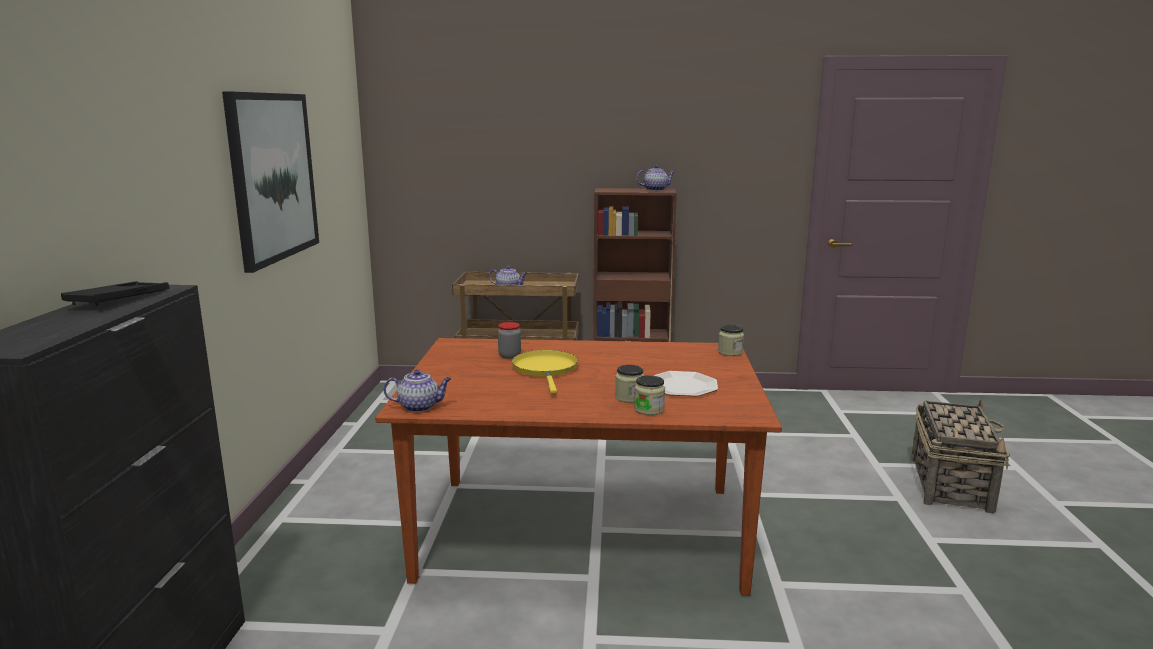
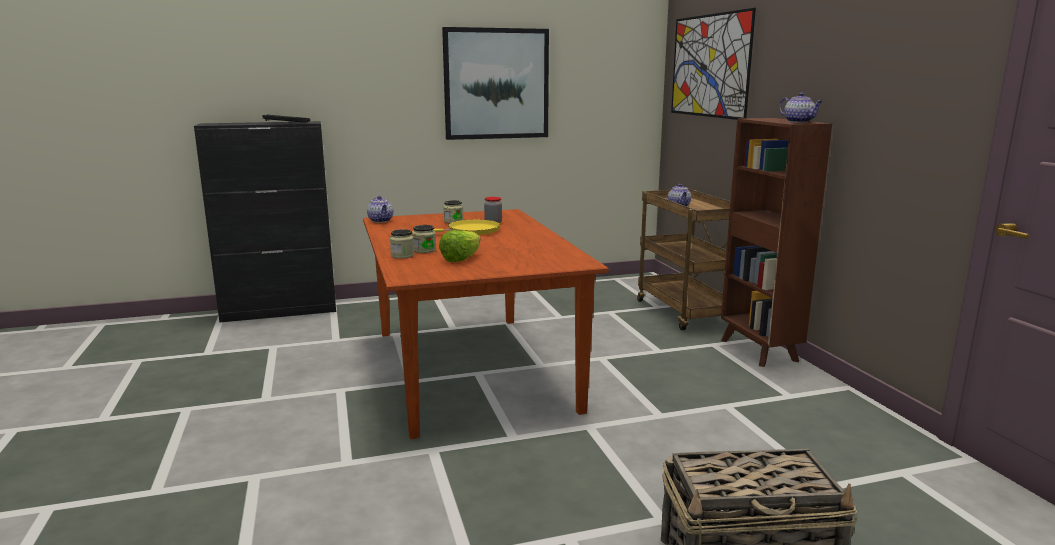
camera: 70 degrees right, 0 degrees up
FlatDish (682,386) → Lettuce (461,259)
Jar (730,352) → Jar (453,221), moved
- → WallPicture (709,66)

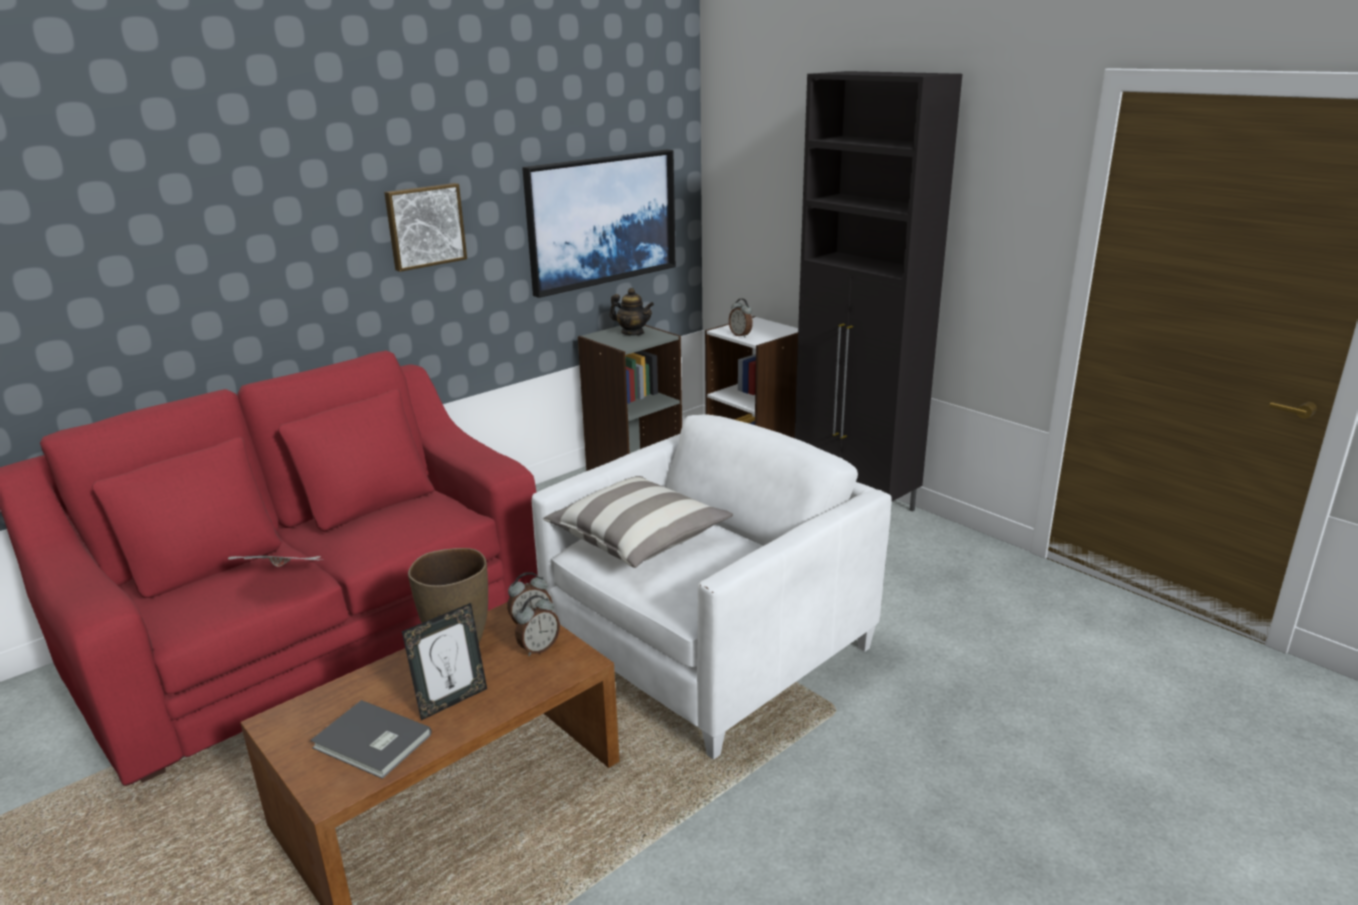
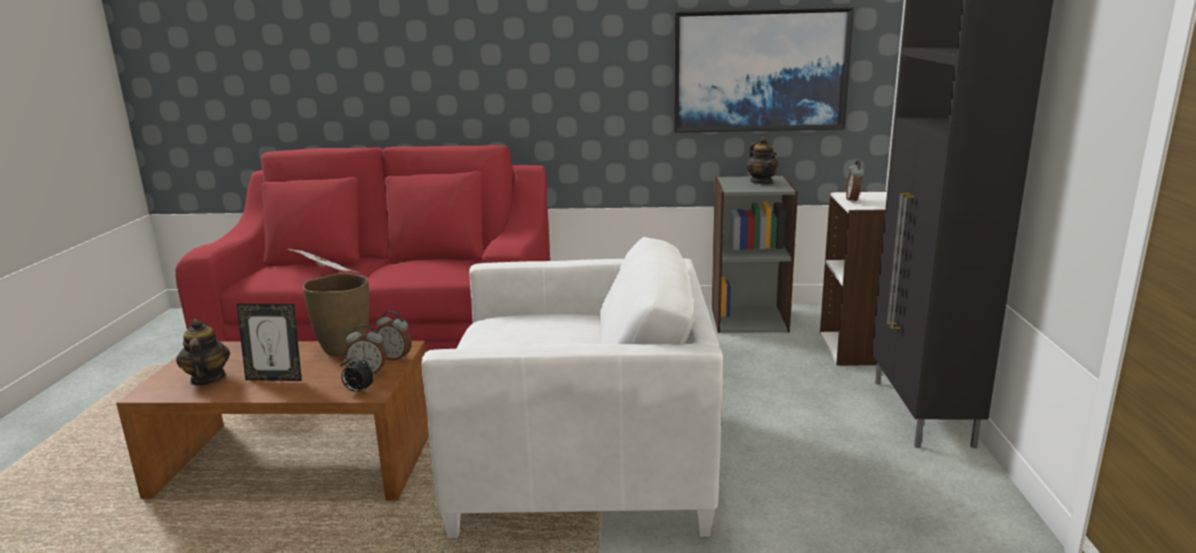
camera: 45 degrees right, 5 degrees down
GreyishVolume (371,743) → Teapot (207,379)
- → BedsideClock (358,391)
WallPicture (425,226) → -
ThrowPillow (637,539) → -

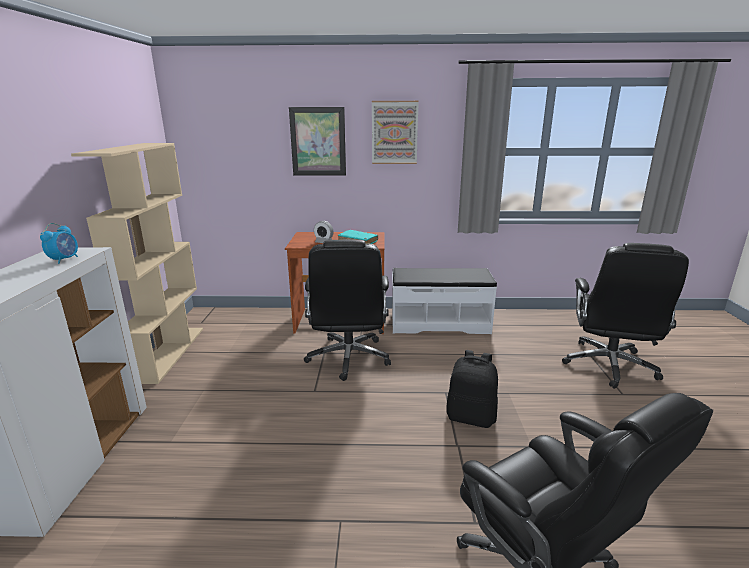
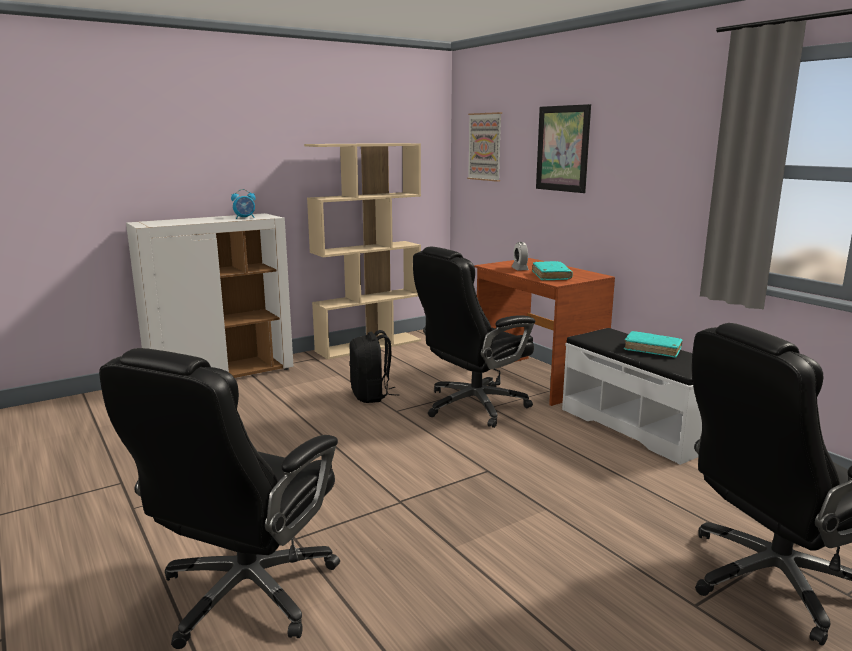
camera: 55 degrees right, 5 degrees down
BlackColouredRucksack (471,417) → BlackColouredRucksack (371,396), moved
WallPicture (394,132) → WallPicture (485,147), moved
- → BlueGreenVolume (652,350)

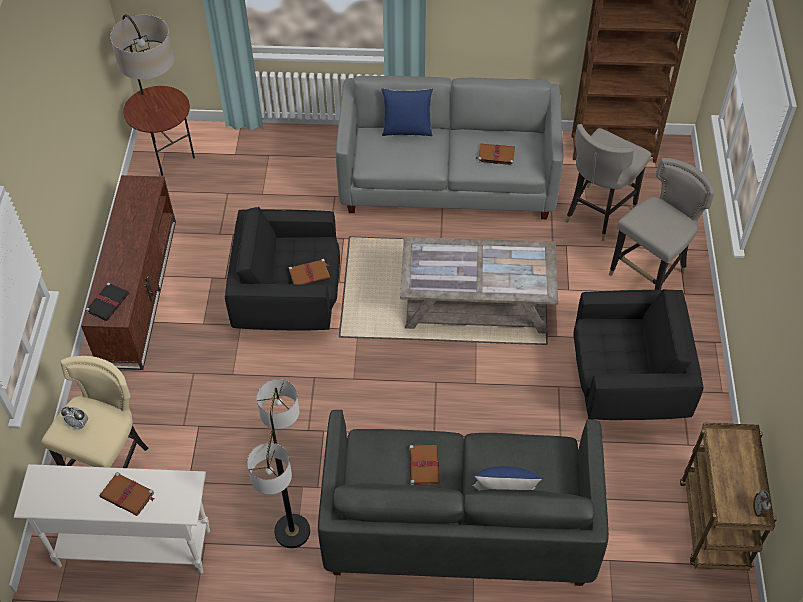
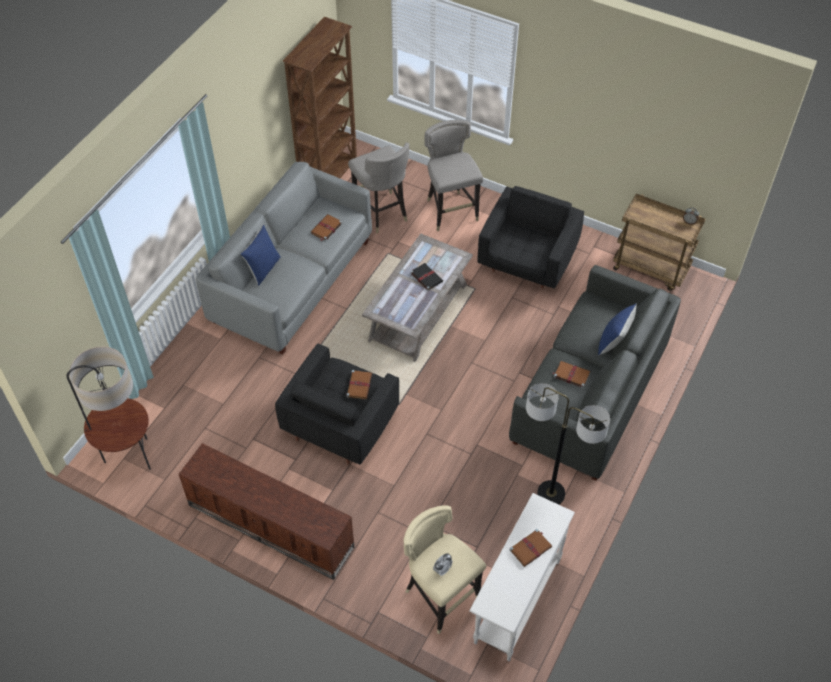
camera: 65 degrees left, 0 degrees up
BlackColouredVolume (108,302) → BlackColouredVolume (426,277), moved

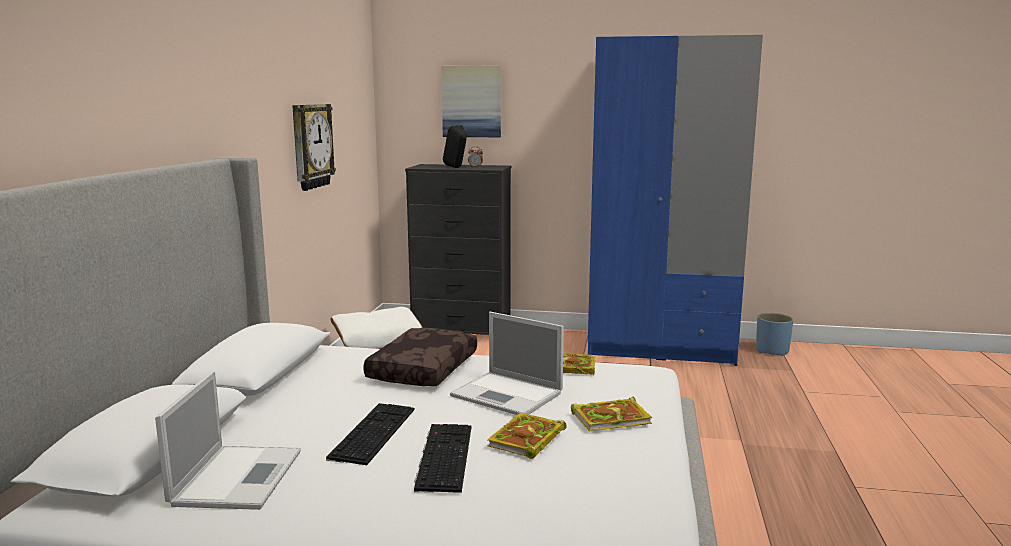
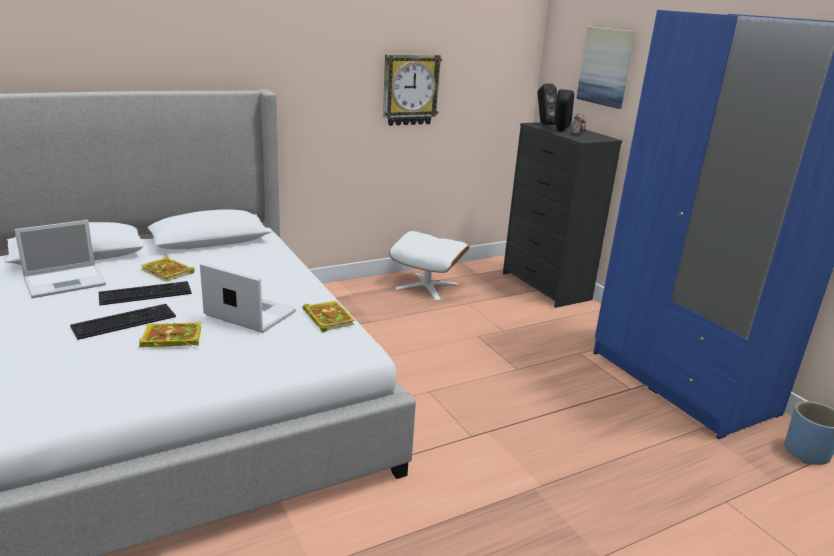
camera: 50 degrees right, 10 degrees up
Volume (612,418) → Volume (168,272), moved
NotebookComputer (508,395) → NotebookComputer (248,313), 120 degrees clockwise
- → BlackColouredLoudspeaker (544,124)
BrownThrowPillow (422,369) → -

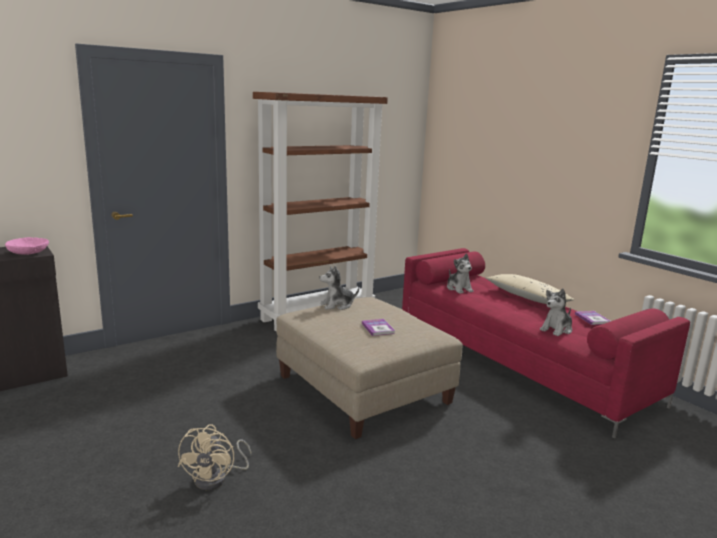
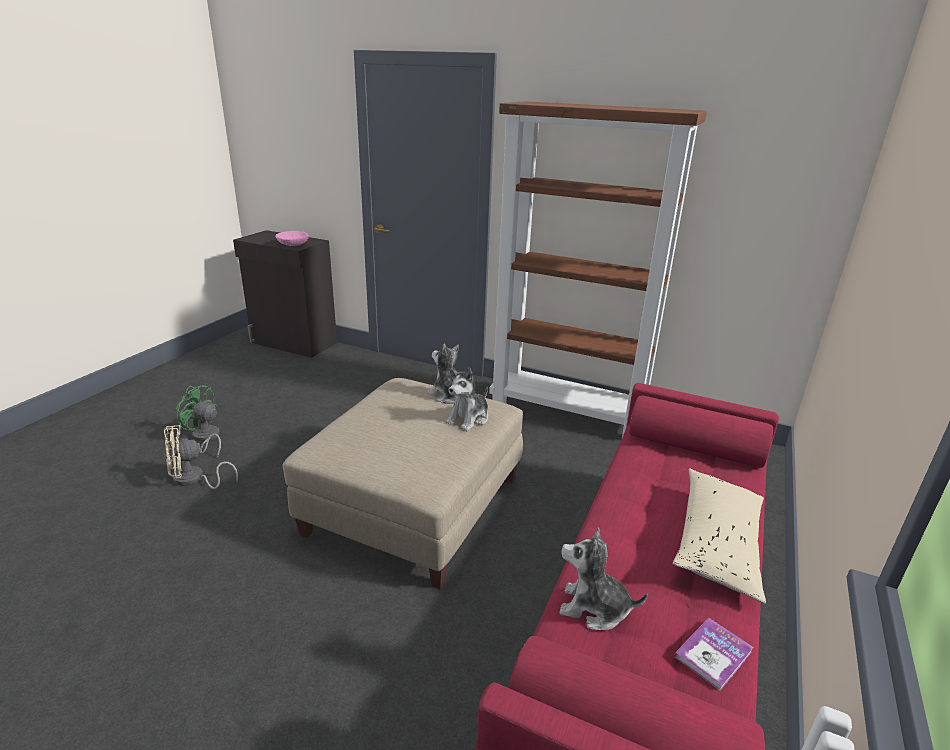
camera: 60 degrees right, 10 degrees up
- → GreenCoolingFan (206,438)
PlushToy (459,289) → PlushToy (469,419), moved
Volume (378,328) → -

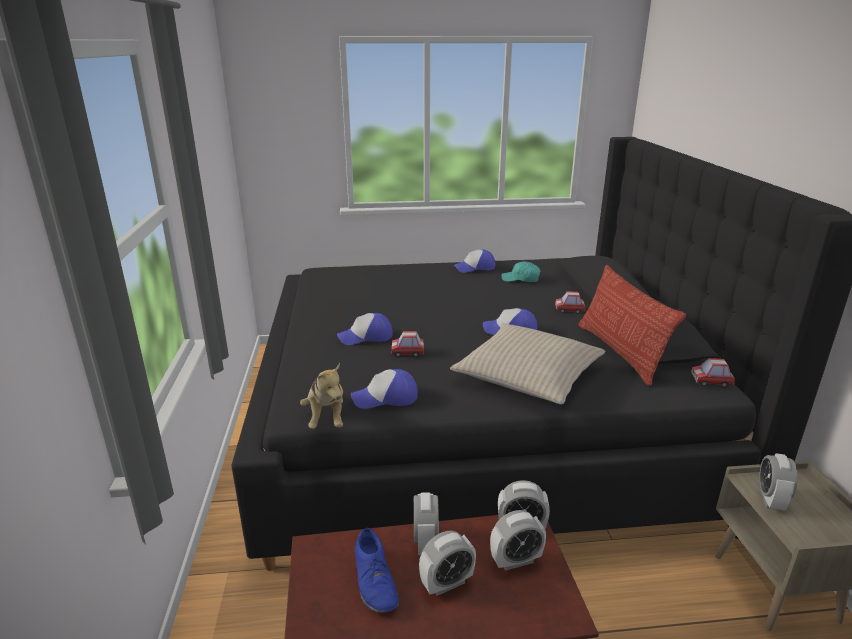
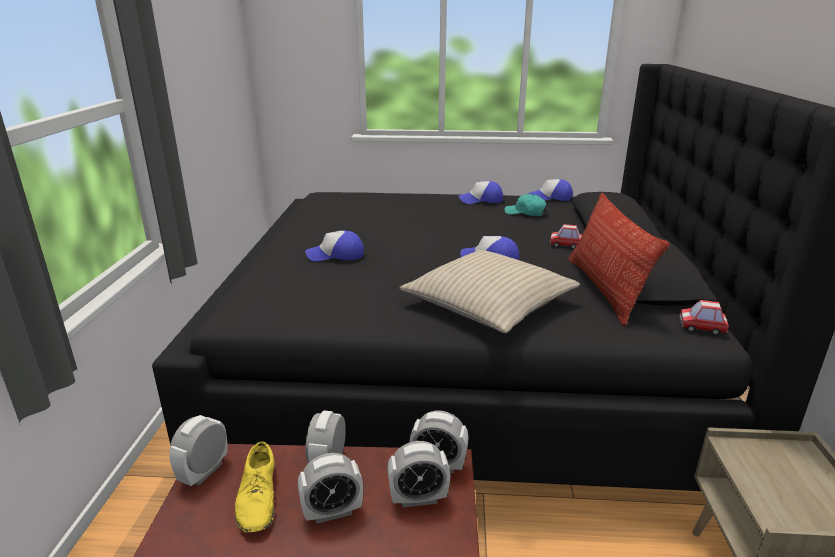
camera: 10 degrees right, 0 degrees up
BedsideClock (770,499) → BedsideClock (204,472), moved
BlueShoe (375,580) → YellowShoe (258,498)
PeakedCap (385,398) → PeakedCap (550,198), moved
PlushToy (326,417) → -
ModelCar (407,352) → -

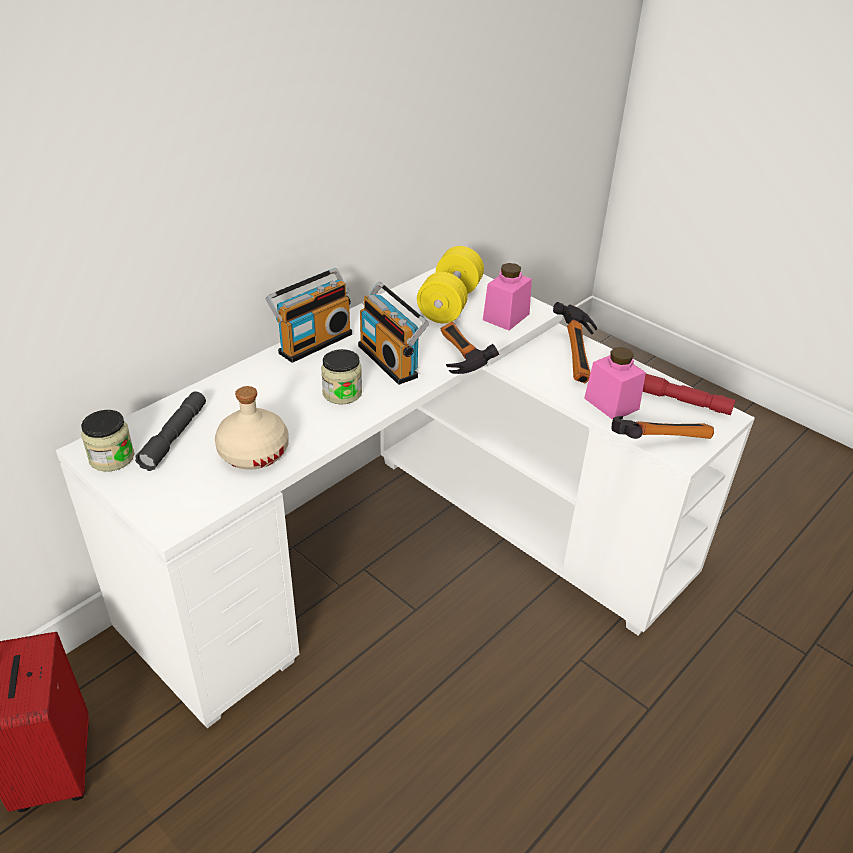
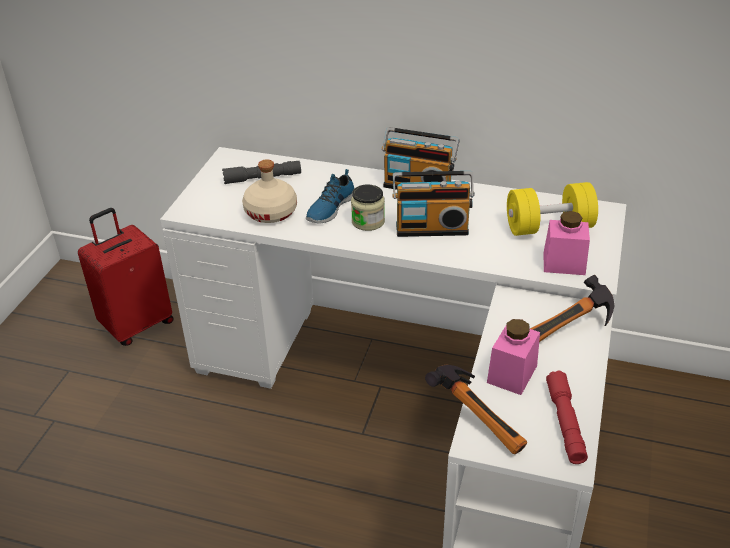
camera: 65 degrees right, 0 degrees up
- → Shoe (330,208)
RadioSet (391,360) → RadioSet (432,227), 120 degrees counterclockwise
Jar (112,458) → -
ToolHammer (456,361) → -

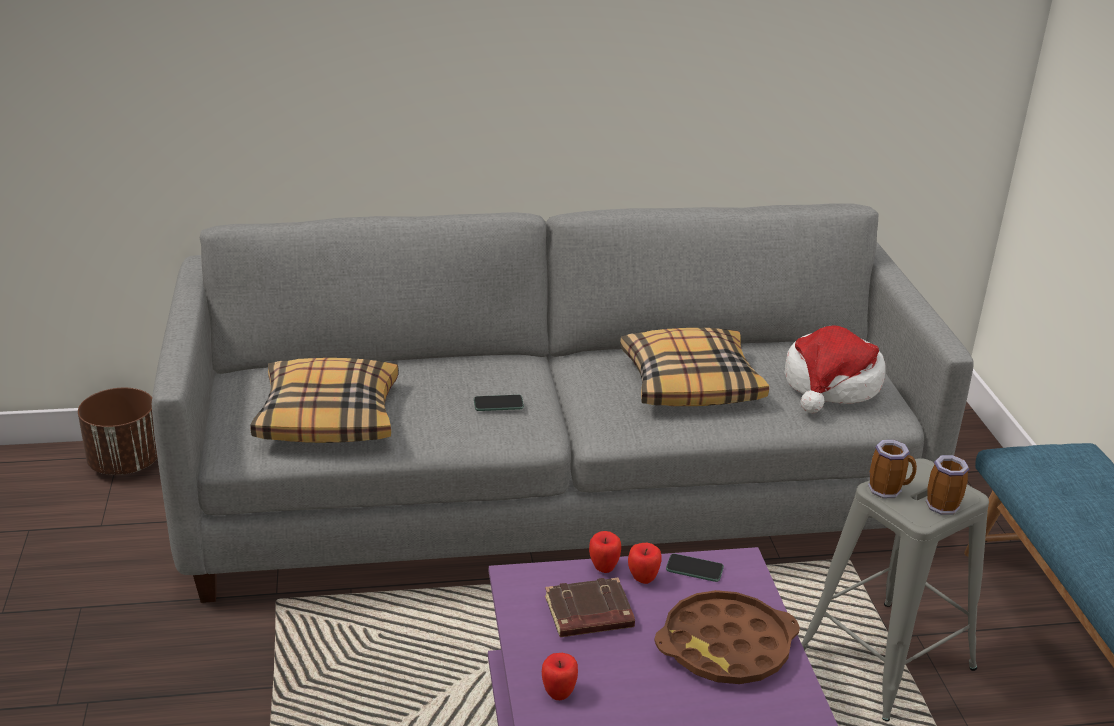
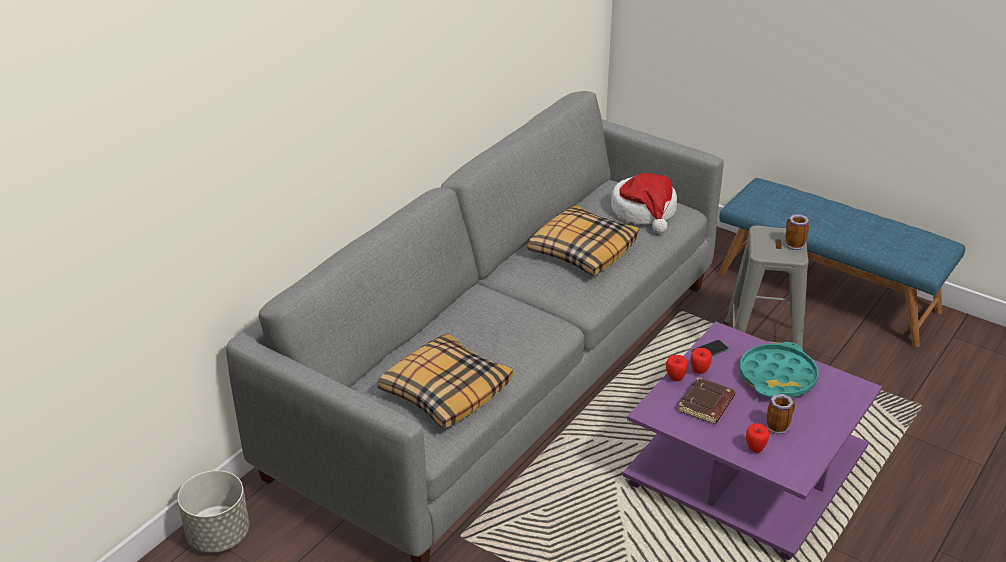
camera: 45 degrees left, 5 degrees up
BrownPlantPot (125,463) → GreyishPlantPot (218,535)
BrownCarryingTray (726,647) → BlueGreenCarryingTray (777,377)
TeaMug (888,490) → TeaMug (778,426), moved
Phone (498,404) → -

